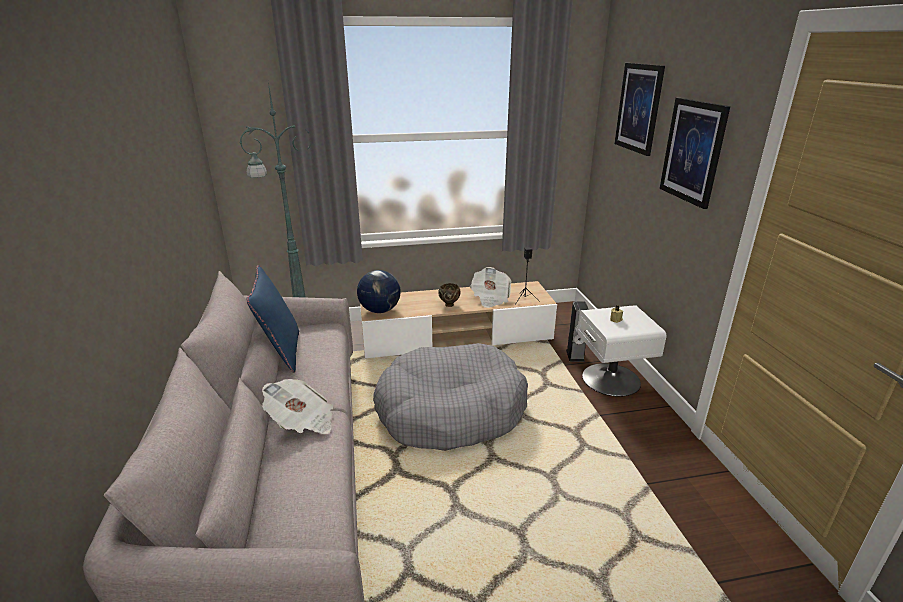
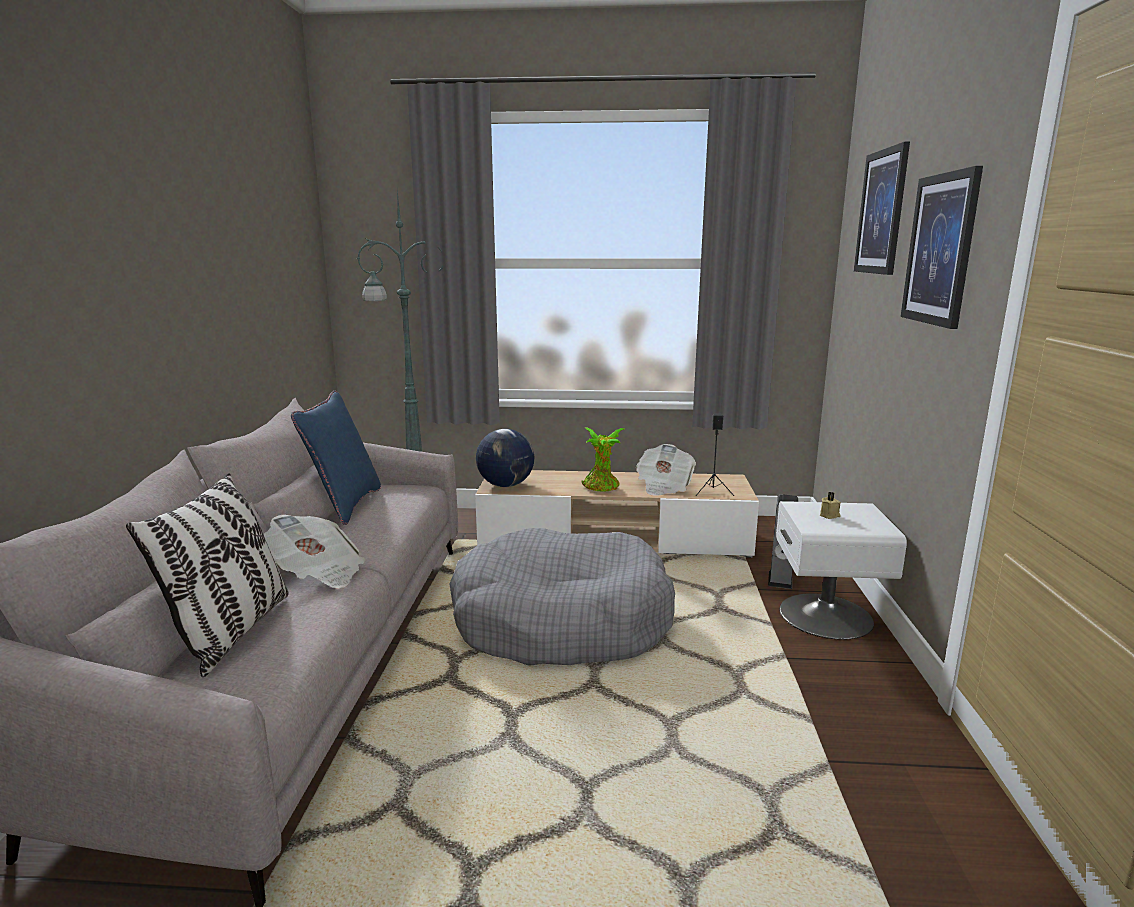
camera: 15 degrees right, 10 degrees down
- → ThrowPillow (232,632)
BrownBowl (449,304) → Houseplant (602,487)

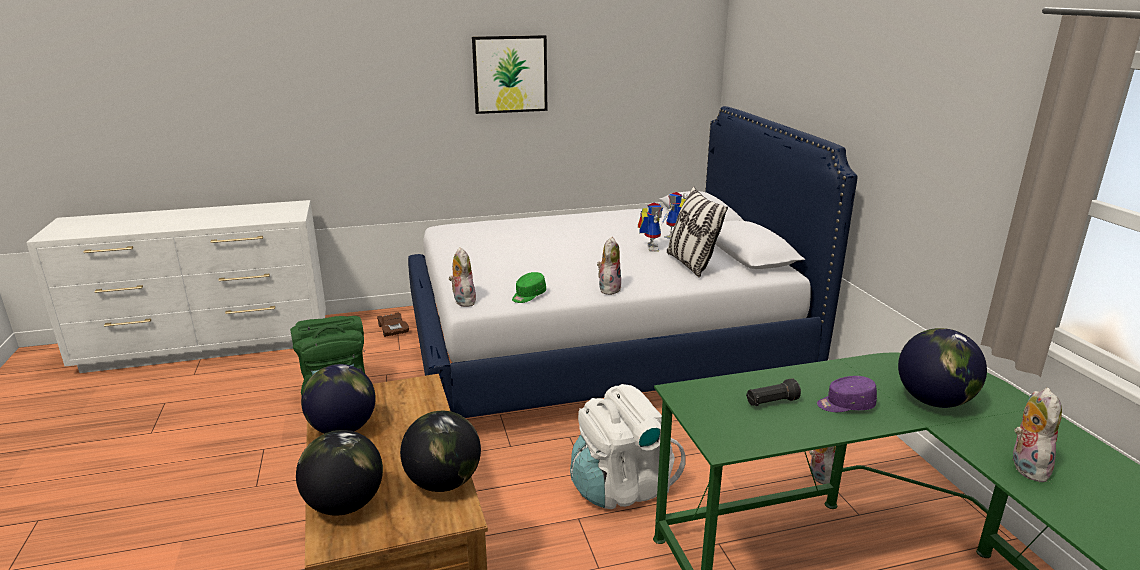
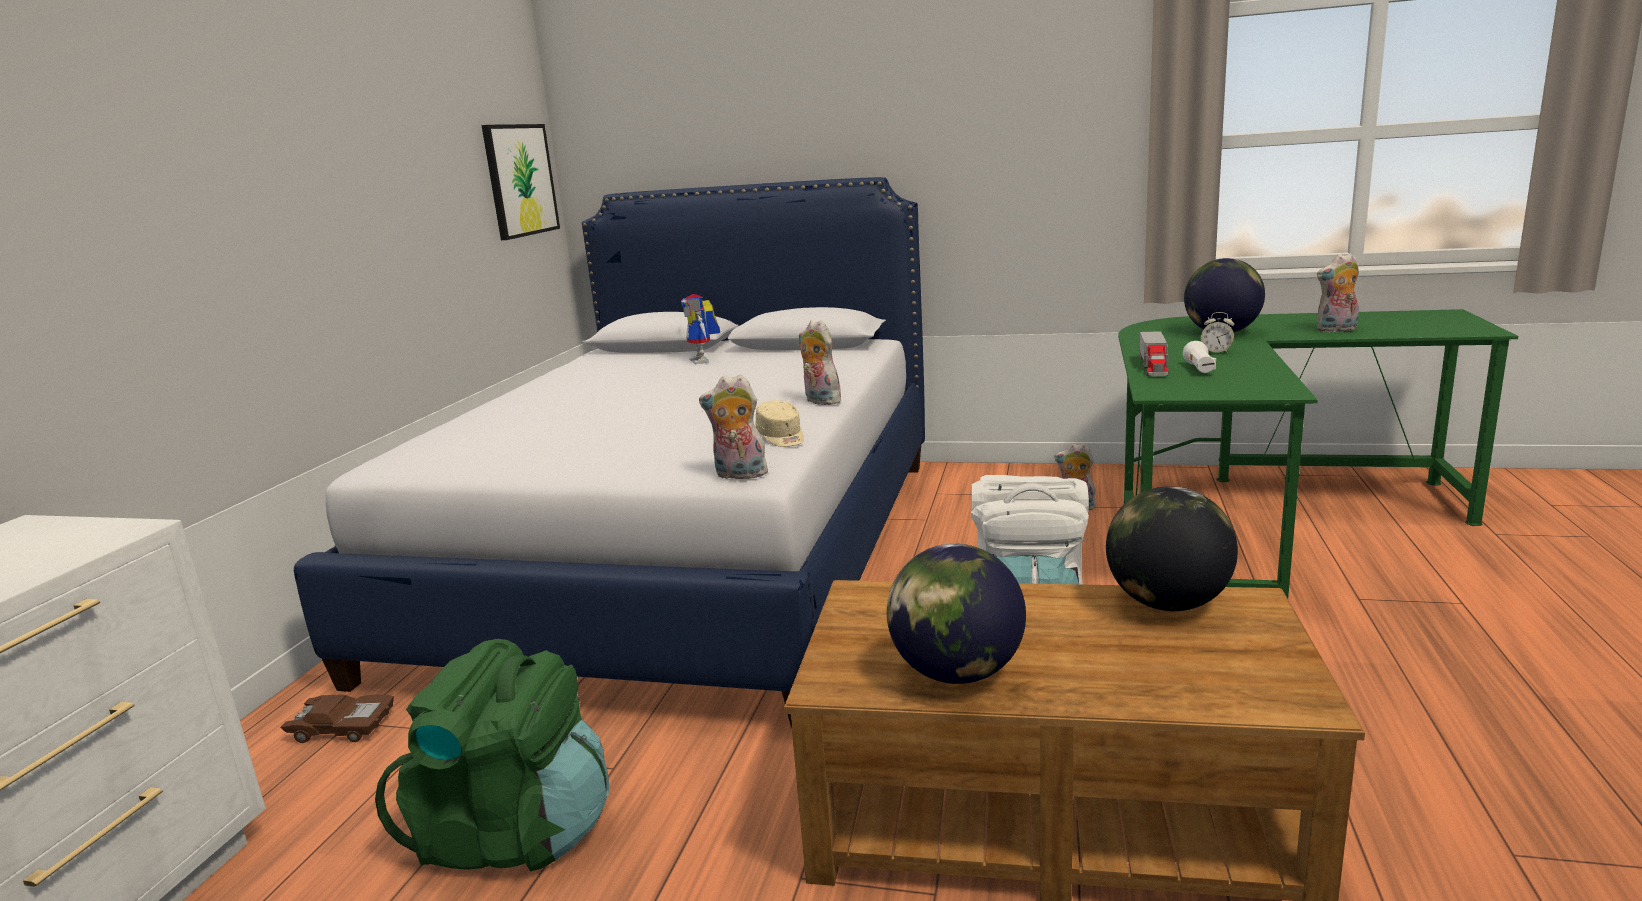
camera: 60 degrees left, 5 degrees down
WallPicture (510,74) → WallPicture (520,180), moved
GreenPeakedCap (528,295) → BeigeColouredPeakedCap (781,437)
- → ModelTruck (1153,366)
BlackColouredFlashlight (771,402) → WhiteColouredFlashlight (1199,369)
PurplePeakedCap (845,405) → BedsideClock (1216,352)
PlushToy (1025,466) → PlushToy (1336,330), 45 degrees counterclockwise
DeskGlobe (345,505) → -
ModelRobot (649,247) → -
ThrowPillow (690,264) → -

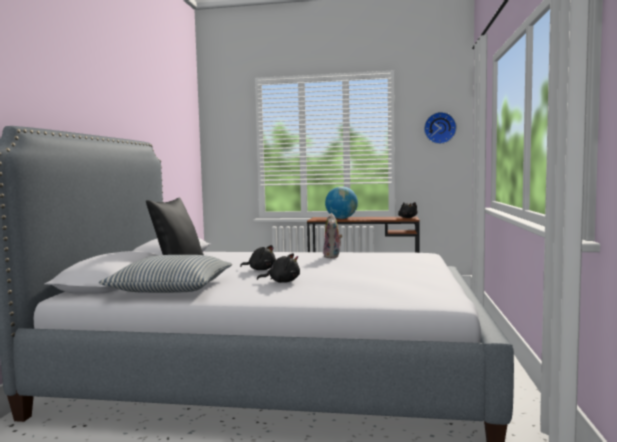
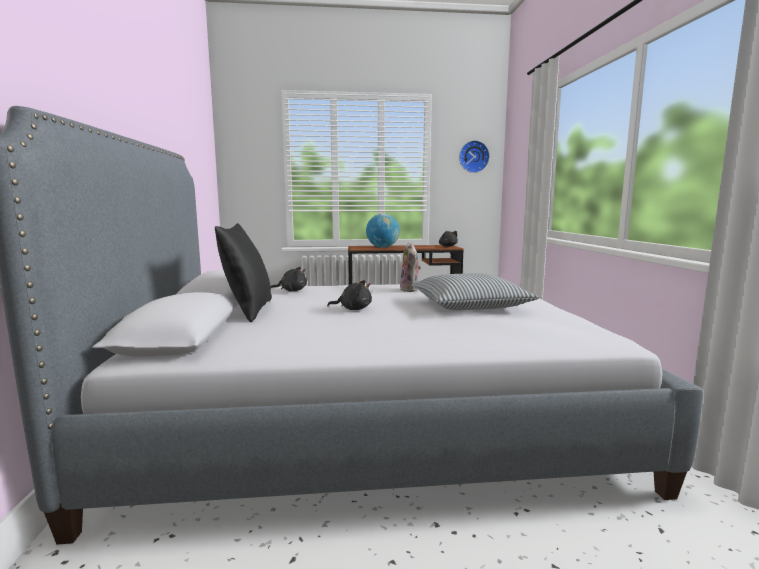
camera: 15 degrees left, 5 degrees up
BlackColouredPlushToy (282,282) → BlackColouredPlushToy (291,291), moved
ThrowPillow (172,288) → ThrowPillow (469,305), moved

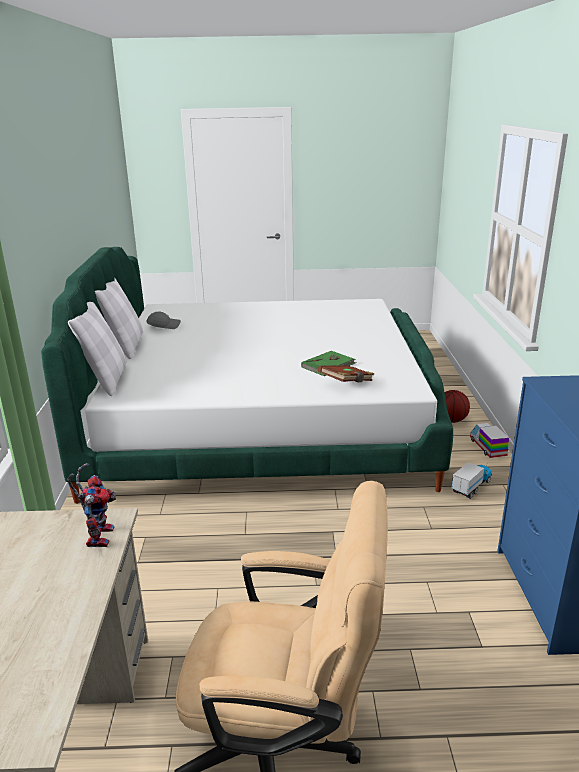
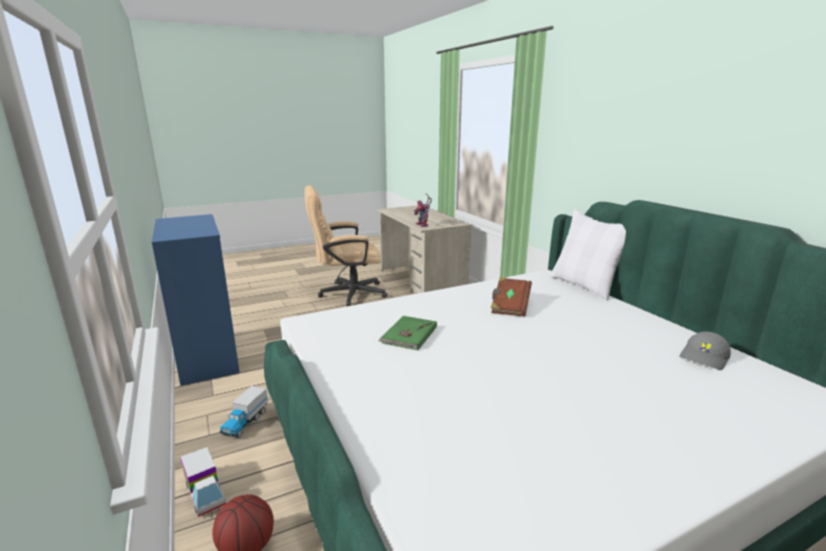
camera: 155 degrees right, 5 degrees down
BrownVolume (346,383) → BrownVolume (509,306), moved
WhiteColouredThrowPillow (125,346) → -

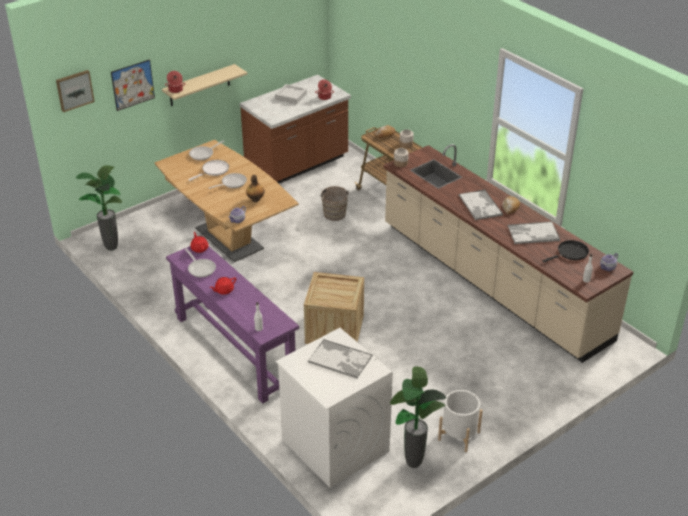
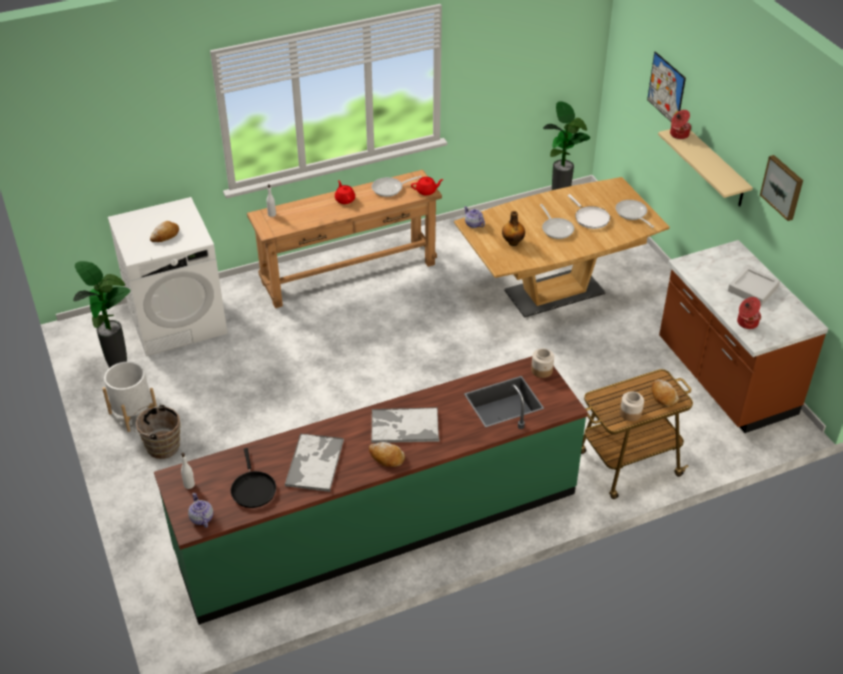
camera: 105 degrees right, 5 degrees up
BrownPail (334,215) → BrownPail (160,446), moved
CarryingTray (340,359) → Bread (165,235)
BeigeColouredKitchenBaseUnit (492,282) → GreenKitchenBaseUnit (379,523)
PurpleHallTable (234,350) → BrownHallTable (349,273)
WallPicture (74,90) → WallPicture (783,187), moved
Crate (334,329) → -

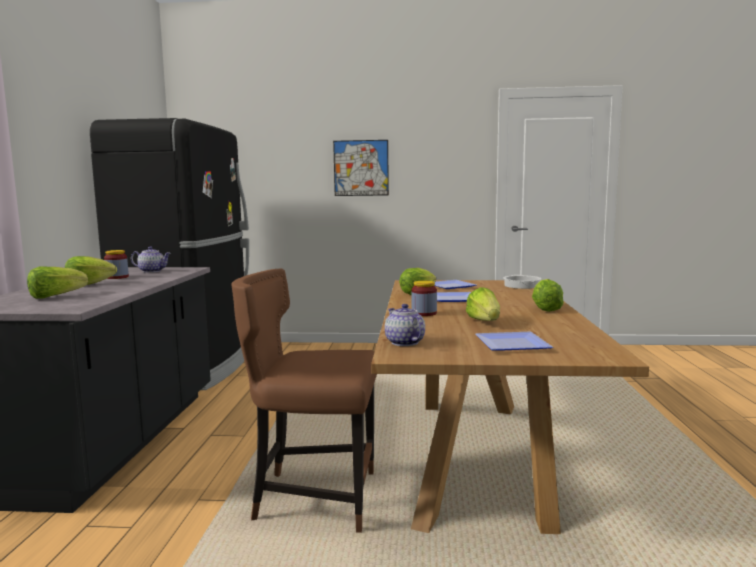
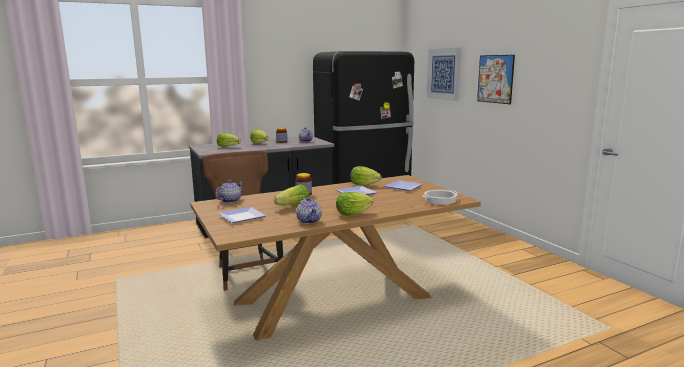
camera: 60 degrees right, 5 degrees up
- → Teapot (309,221)
- → WallPicture (444,74)

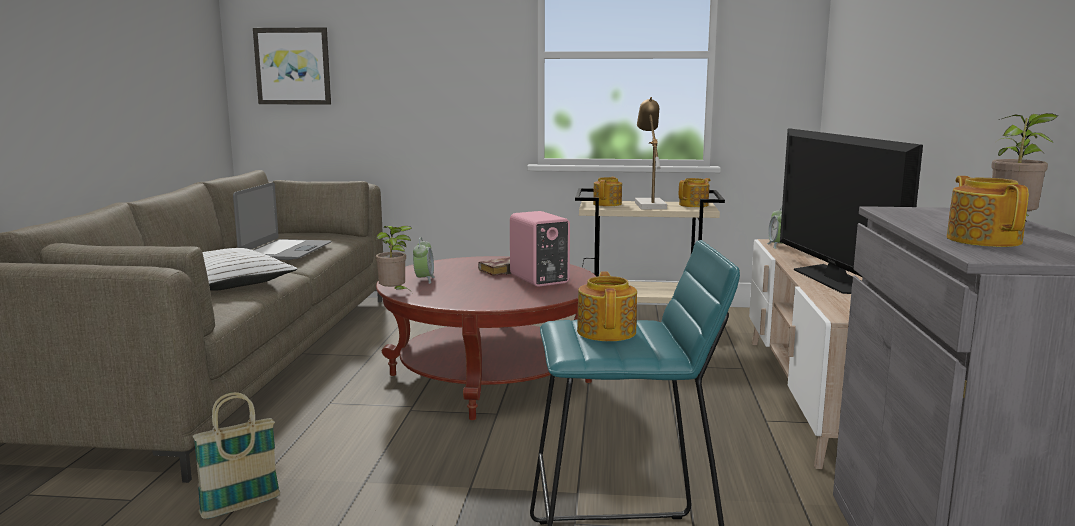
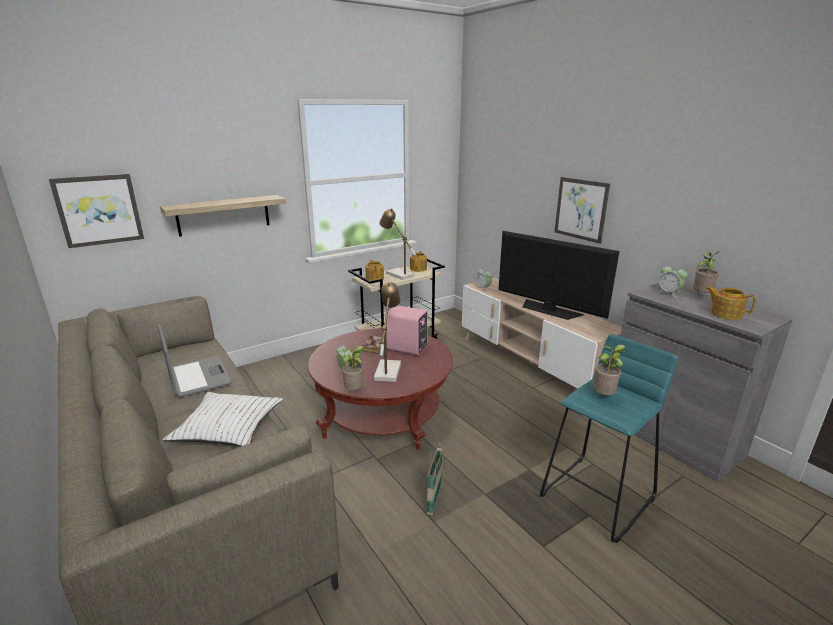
camera: 40 degrees left, 10 degrees up
- → BracketShelf (224,215)
- → LampForATable (388,369)
StorageBasket (241,506) → StorageBasket (434,500), moved
- → WallPicture (581,209)
Teapot (607,331) → Houseplant (604,397)
- → BedsideClock (669,293)

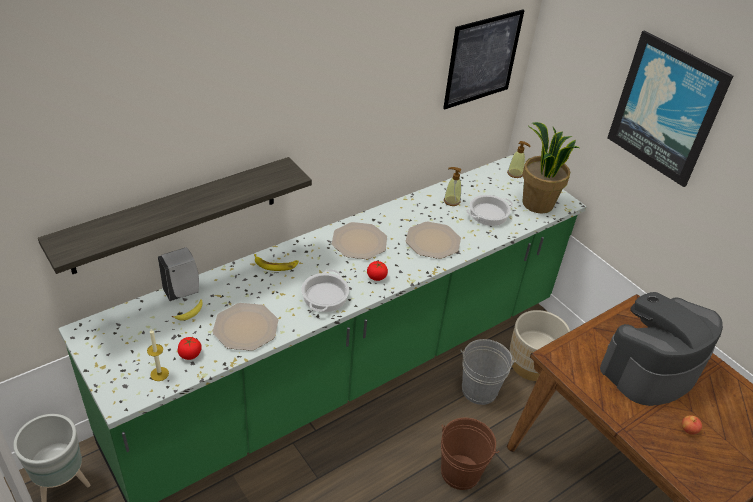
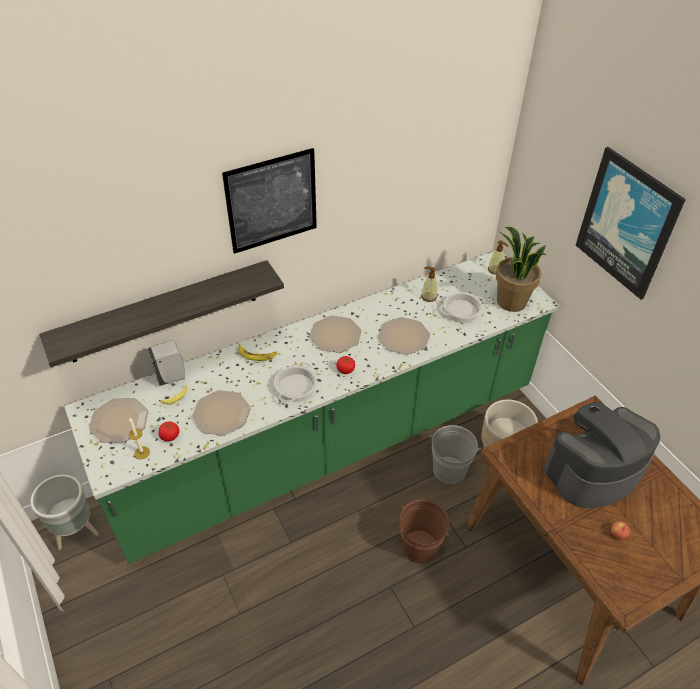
camera: 10 degrees right, 5 degrees up
- → FlatDish (119,420)
WallPicture (482,59) → WallPicture (272,201), moved

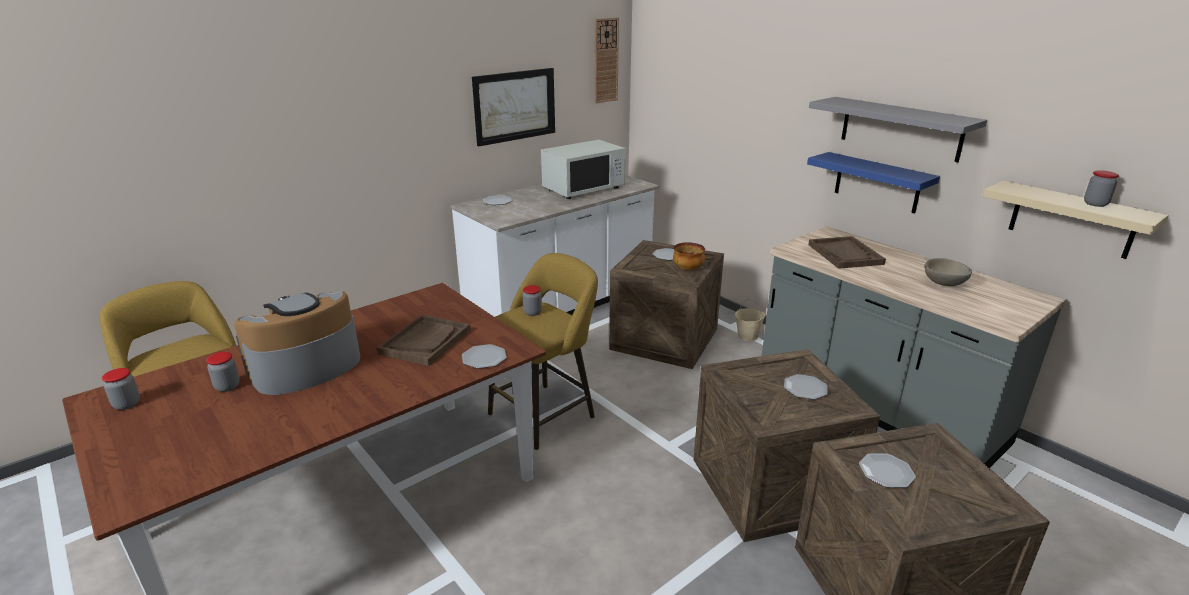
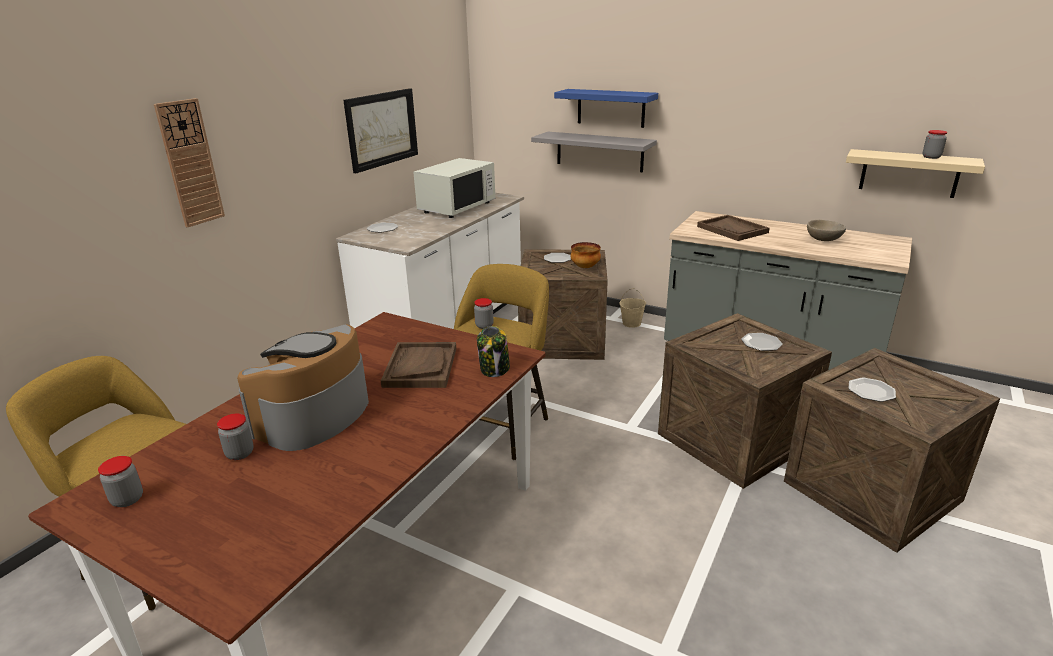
camera: 20 degrees left, 0 degrees up
HangingClock (605,60) → HangingClock (190,163), moved
FlatDish (484,358) → Jar (494,369)
GreyishBracketShelf (900,128) → GreyishBracketShelf (599,151), moved
BlueBracketShelf (877,182) → BlueBracketShelf (611,108), moved

